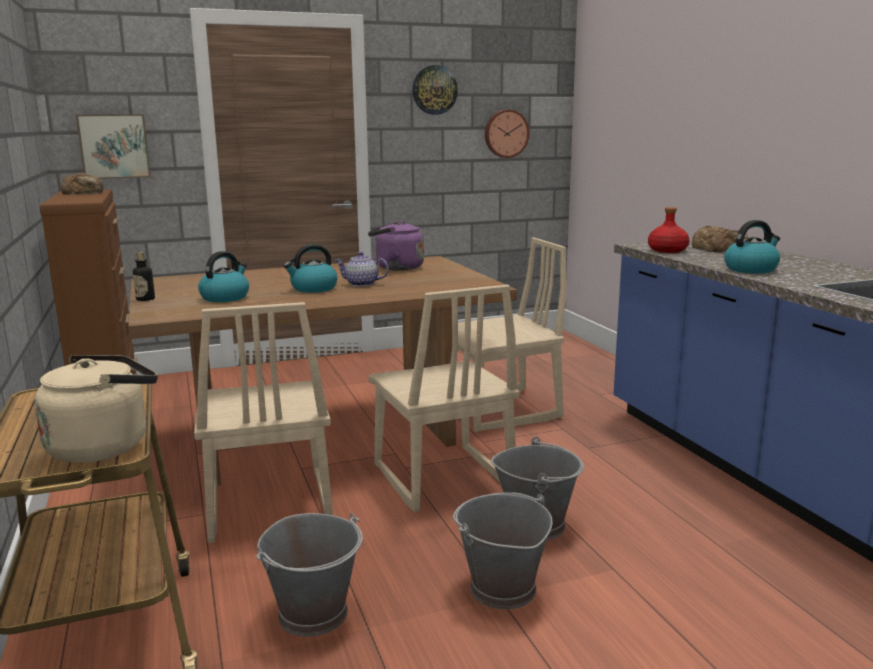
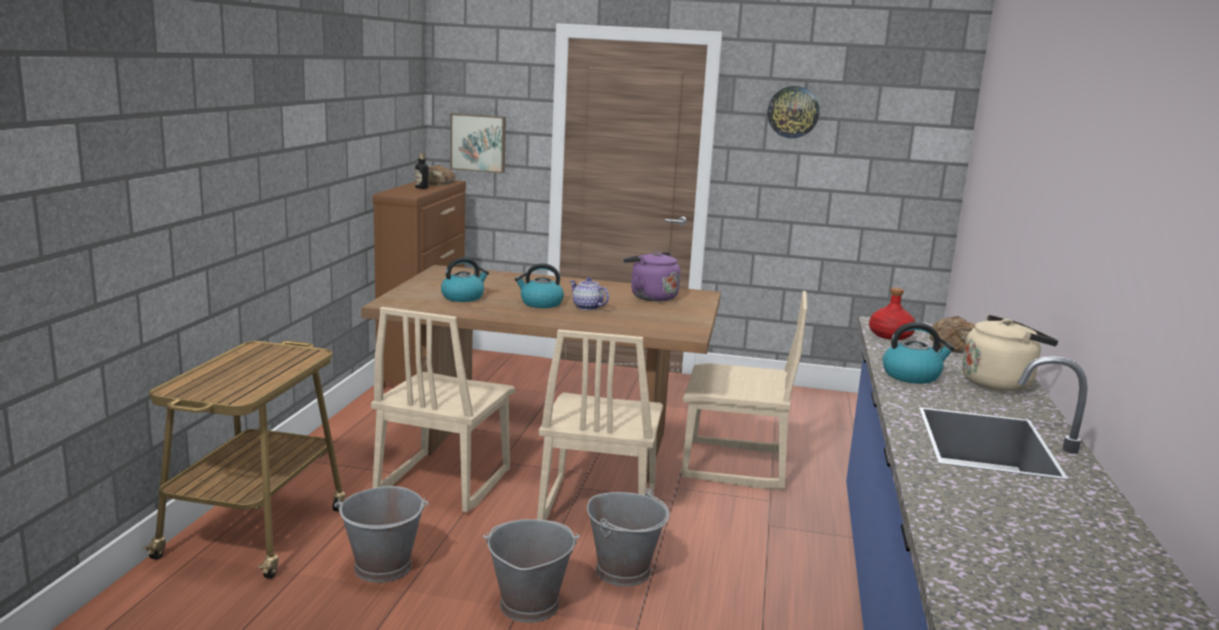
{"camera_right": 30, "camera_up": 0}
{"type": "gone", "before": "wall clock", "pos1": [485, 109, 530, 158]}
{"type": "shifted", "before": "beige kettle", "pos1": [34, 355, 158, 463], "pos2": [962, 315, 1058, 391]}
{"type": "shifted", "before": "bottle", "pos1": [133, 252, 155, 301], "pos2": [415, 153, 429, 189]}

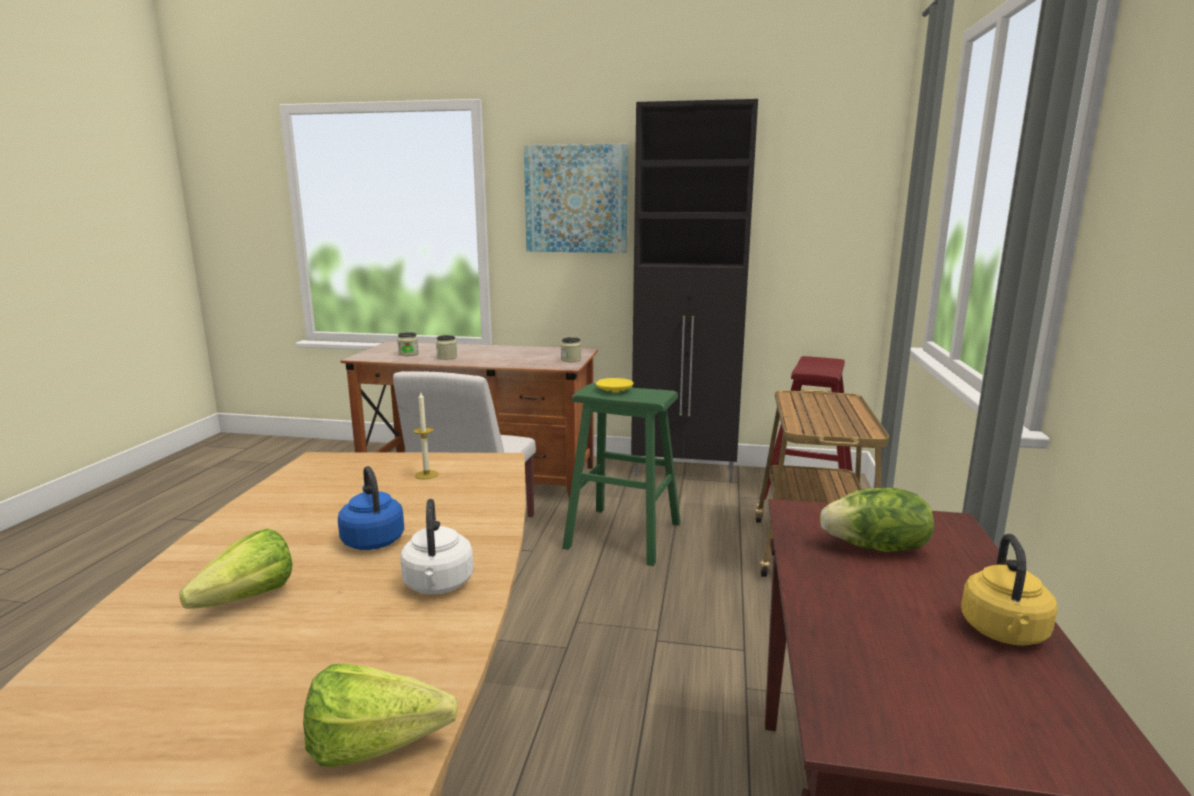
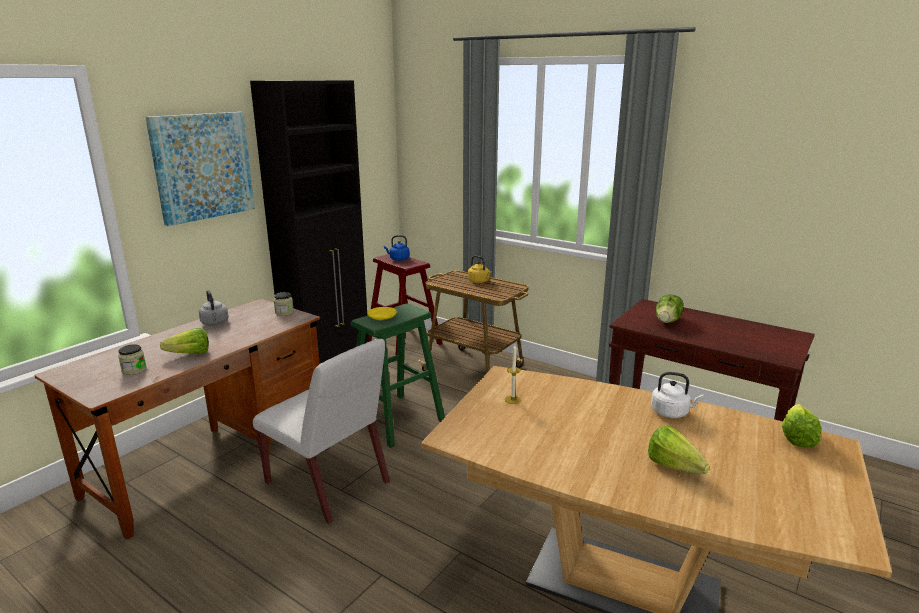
{"camera_right": -65, "camera_up": 5}
{"type": "new", "after": "grey kettle", "pos2": [199, 290, 229, 325]}
{"type": "shifted", "before": "blue kettle", "pos1": [338, 466, 404, 550], "pos2": [384, 235, 410, 261]}
{"type": "shifted", "before": "yellow kettle", "pos1": [961, 533, 1058, 646], "pos2": [468, 255, 492, 283]}
{"type": "swapped", "before": "jar", "after": "lettuce", "pos1": [436, 335, 457, 360], "pos2": [160, 328, 209, 354]}

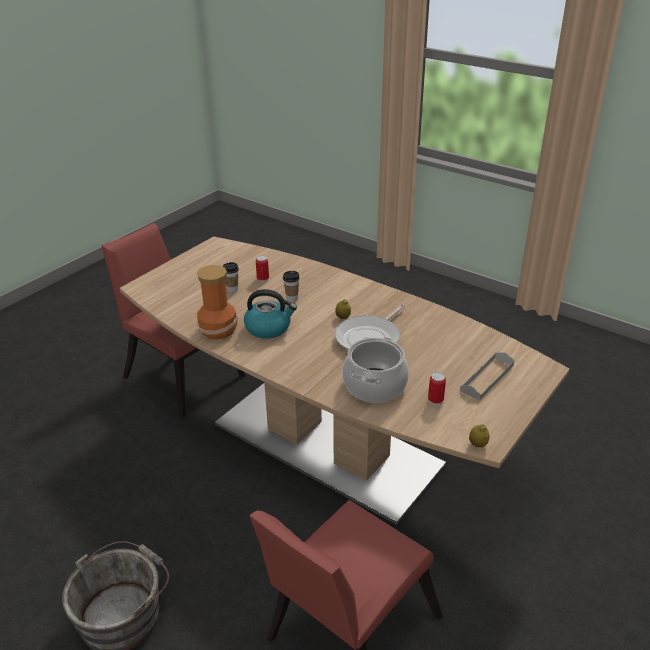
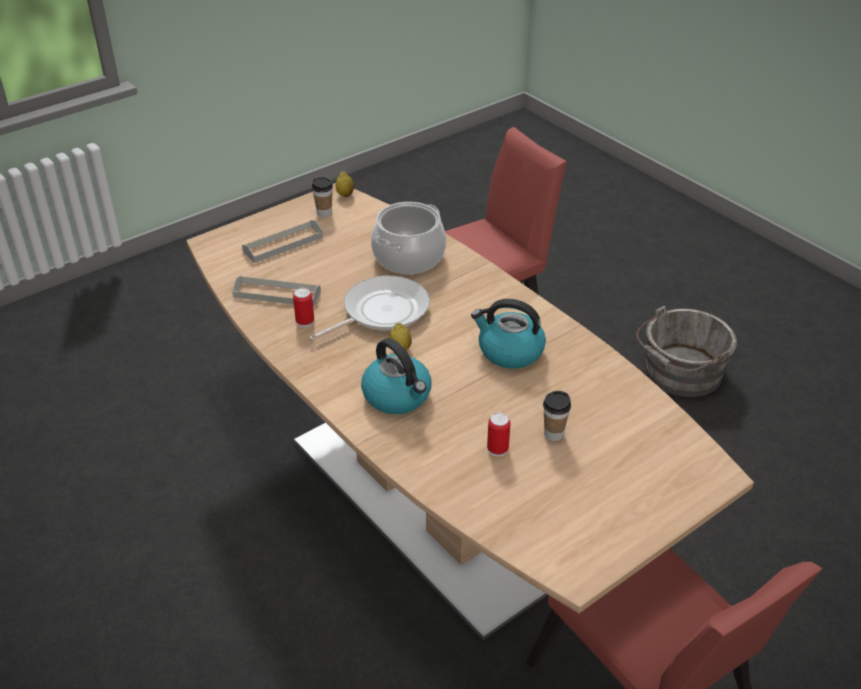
{"camera_right": -165, "camera_up": 5}
{"type": "gone", "before": "vase", "pos1": [197, 265, 238, 339]}
{"type": "new", "after": "grey tray", "pos2": [232, 275, 321, 307]}
{"type": "new", "after": "kettle", "pos2": [361, 338, 431, 414]}
{"type": "shifted", "before": "cup", "pos1": [283, 271, 300, 302], "pos2": [312, 177, 333, 217]}
{"type": "shifted", "before": "can", "pos1": [428, 372, 446, 405], "pos2": [293, 288, 314, 327]}

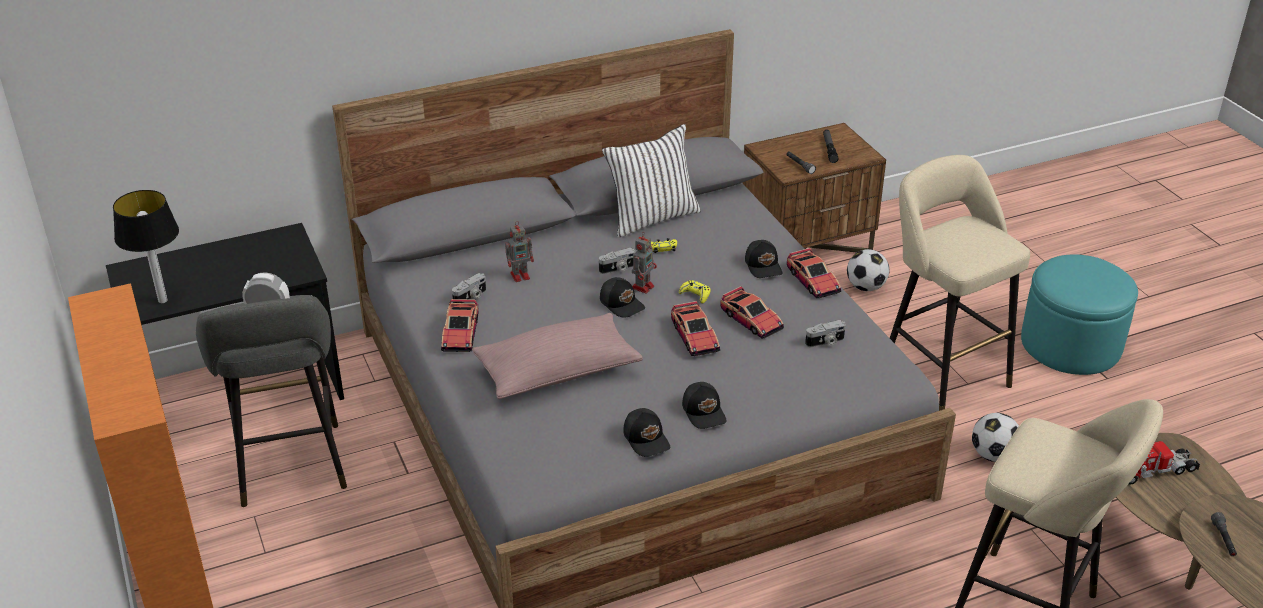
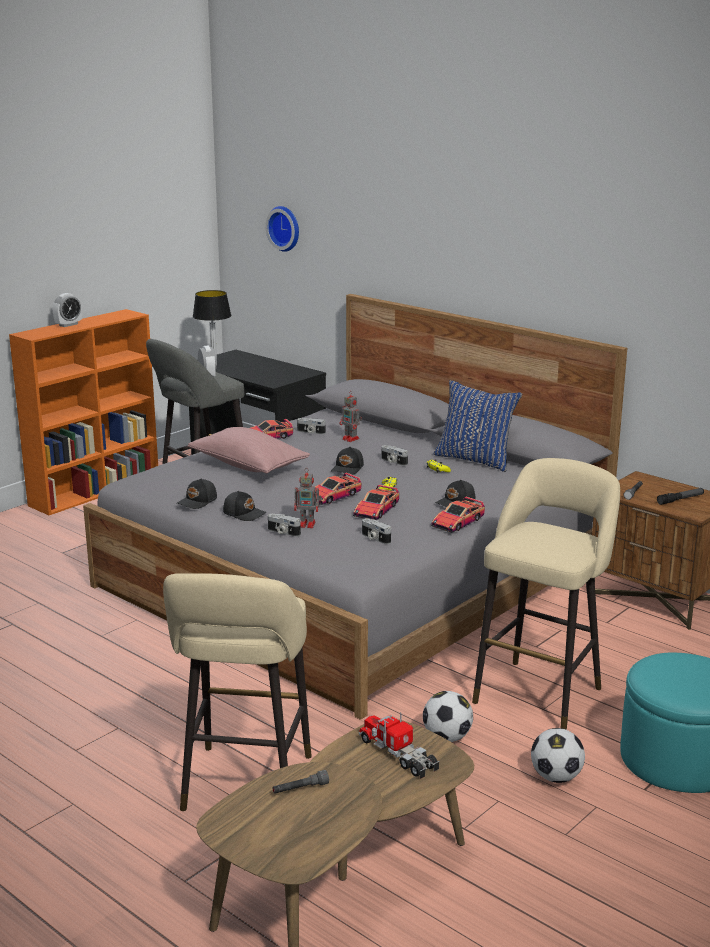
{"camera_right": 65, "camera_up": -15}
{"type": "new", "after": "alarm clock", "pos2": [53, 293, 82, 327]}
{"type": "new", "after": "wall clock", "pos2": [265, 206, 299, 252]}
{"type": "new", "after": "photo camera", "pos2": [268, 514, 301, 537]}
{"type": "shifted", "before": "toy robot", "pos1": [632, 233, 657, 294], "pos2": [294, 468, 322, 528]}
{"type": "shifted", "before": "football", "pos1": [847, 249, 890, 291], "pos2": [531, 728, 585, 783]}
{"type": "repainted", "before": "white pillow", "after": "blue pillow", "pos1": [602, 124, 701, 237], "pos2": [434, 380, 522, 472]}
{"type": "rotated", "before": "black cap", "pos1": [682, 382, 727, 429], "pos2": [223, 491, 267, 521], "turn": -105}

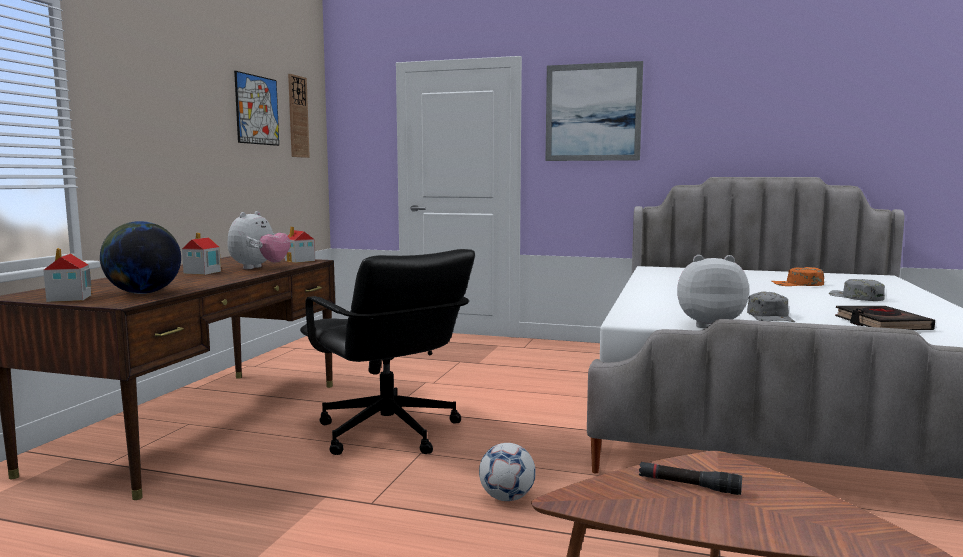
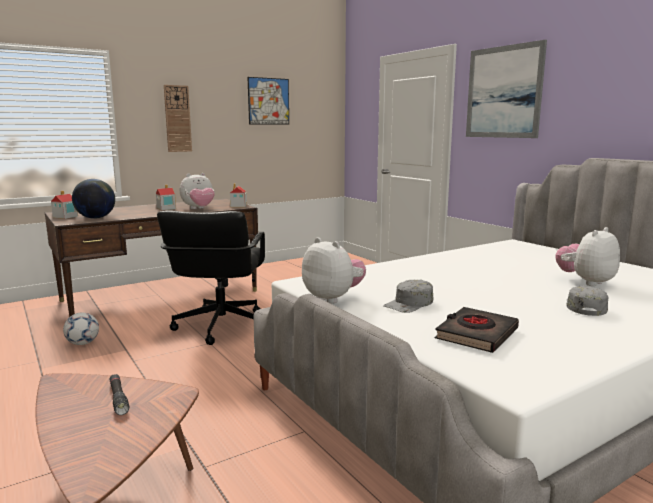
{"camera_right": 40, "camera_up": 5}
{"type": "shifted", "before": "wall clock", "pos1": [288, 74, 310, 158], "pos2": [164, 85, 192, 152]}
{"type": "shifted", "before": "football", "pos1": [479, 443, 536, 501], "pos2": [63, 313, 99, 345]}
{"type": "swapped", "before": "orange cap", "after": "plush toy", "pos1": [772, 267, 824, 286], "pos2": [556, 227, 620, 286]}

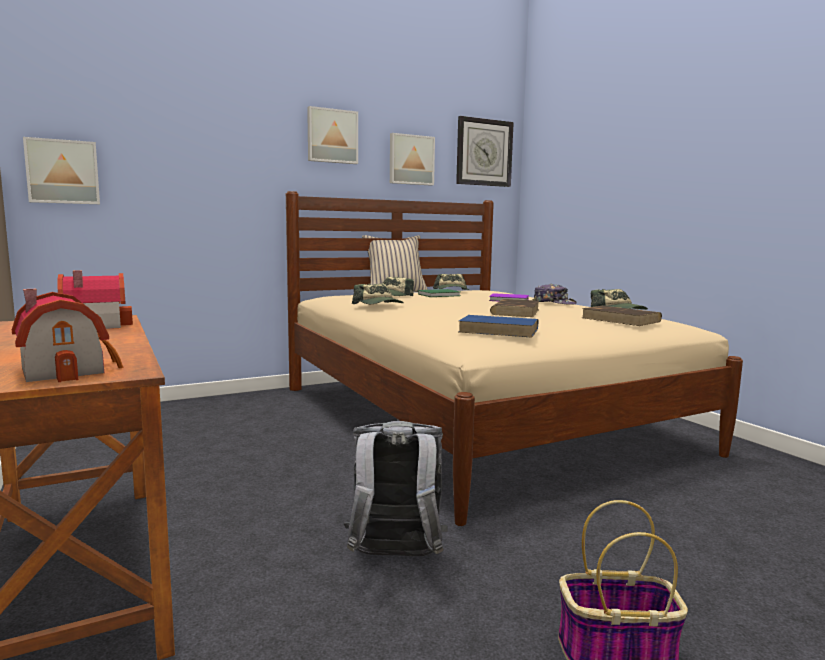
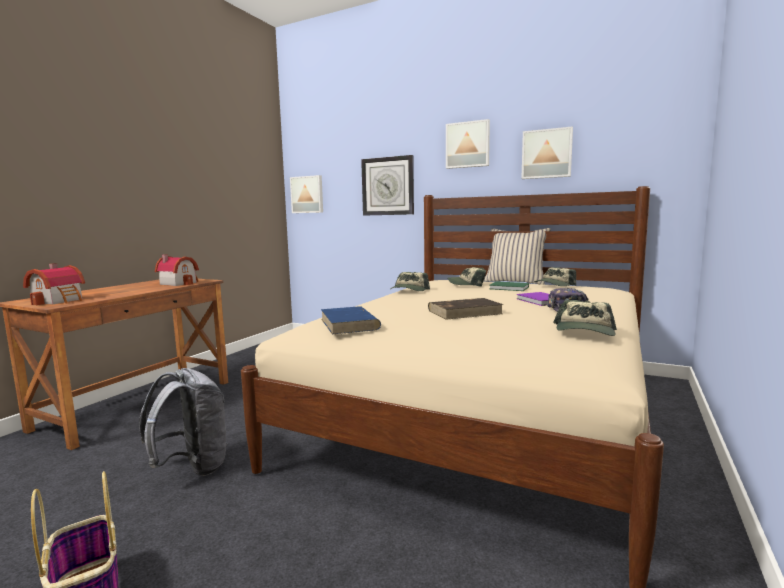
{"camera_right": 55, "camera_up": 0}
{"type": "gone", "before": "brown book", "pos1": [582, 306, 662, 326]}
{"type": "shifted", "before": "wall clock", "pos1": [456, 116, 514, 187], "pos2": [361, 155, 414, 216]}

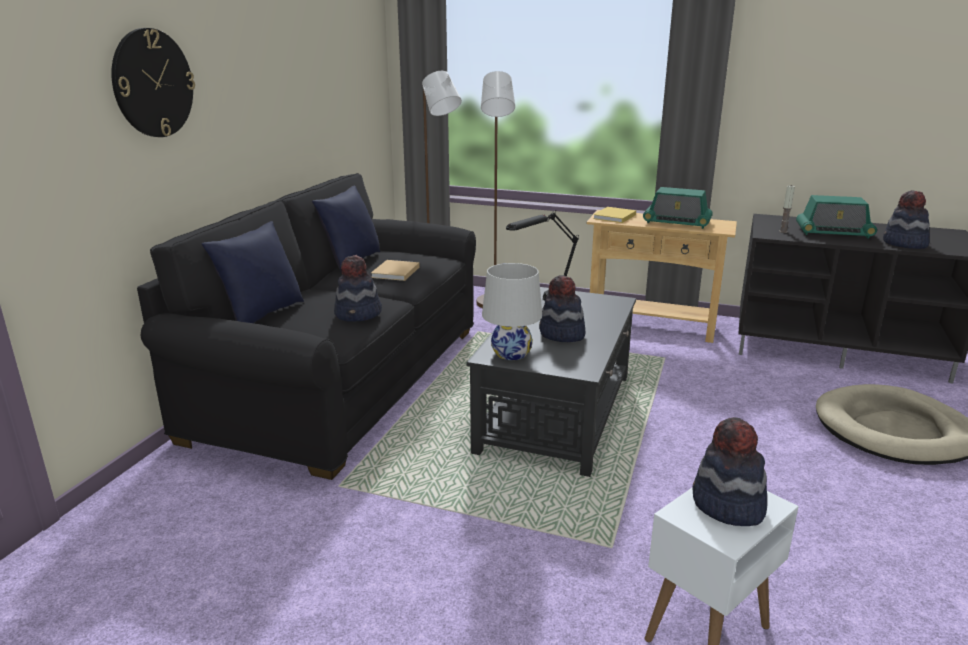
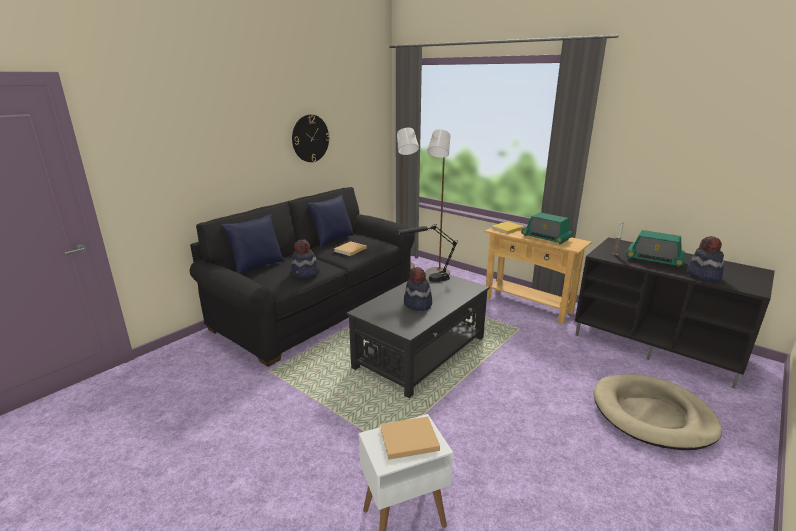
{"camera_right": 20, "camera_up": 0}
{"type": "gone", "before": "white table lamp", "pos1": [482, 263, 542, 360]}
{"type": "shifted", "before": "wall clock", "pos1": [111, 28, 195, 137], "pos2": [292, 115, 330, 162]}
{"type": "swapped", "before": "hat", "after": "beige book", "pos1": [693, 417, 767, 526], "pos2": [380, 416, 440, 460]}

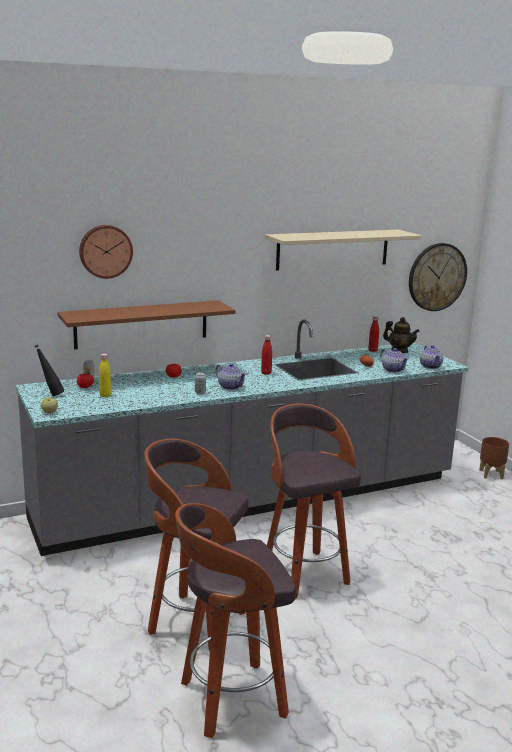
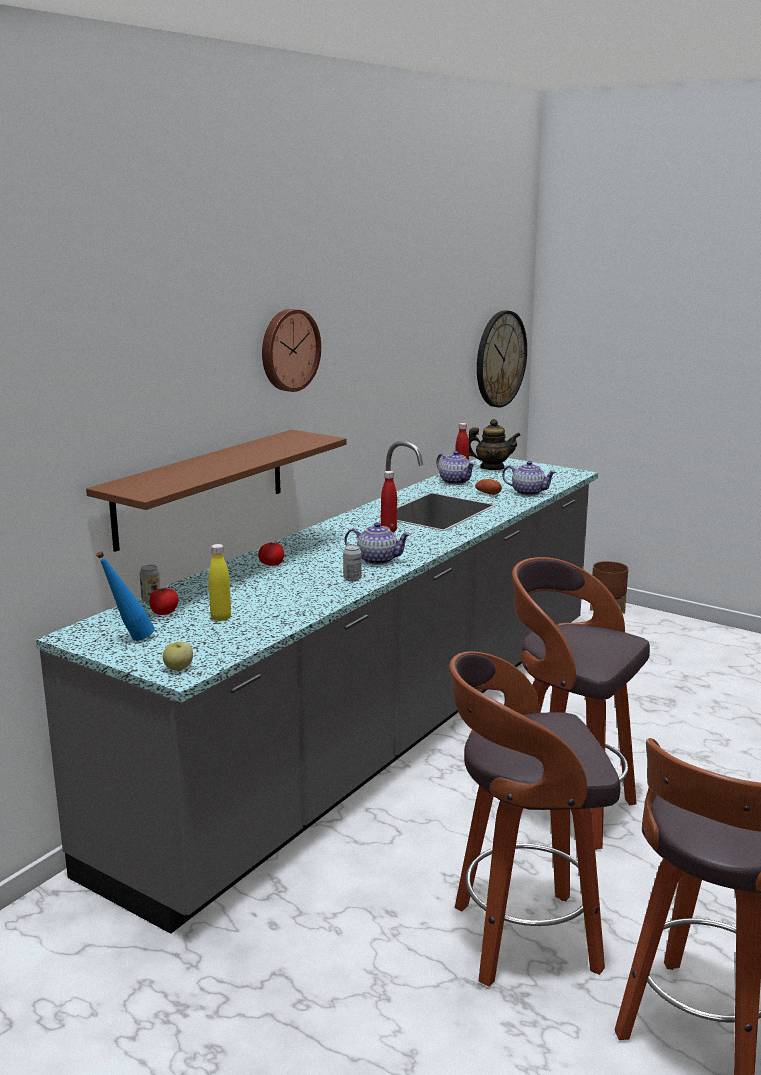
{"camera_right": -30, "camera_up": 0}
{"type": "gone", "before": "beige shelf", "pos1": [265, 230, 422, 271]}
{"type": "shifted", "before": "wall clock", "pos1": [79, 225, 133, 279], "pos2": [262, 309, 321, 392]}
{"type": "shifted", "before": "teapot", "pos1": [420, 345, 443, 369], "pos2": [436, 451, 475, 485]}
{"type": "repainted", "before": "black bottle", "after": "blue bottle", "pos1": [35, 344, 64, 396], "pos2": [96, 551, 155, 641]}

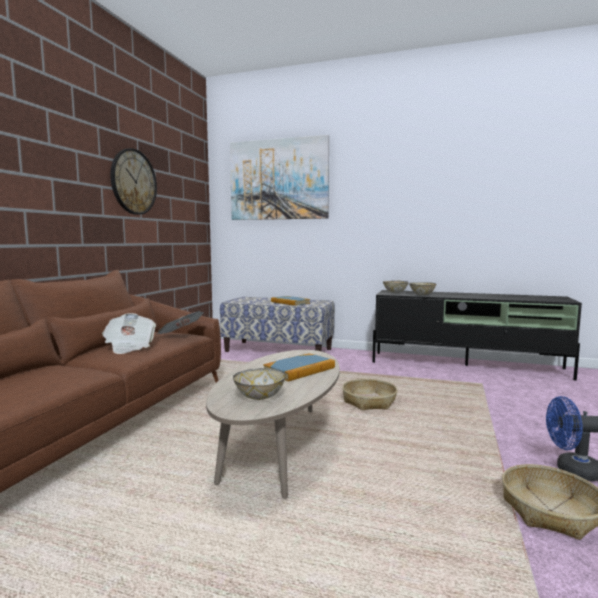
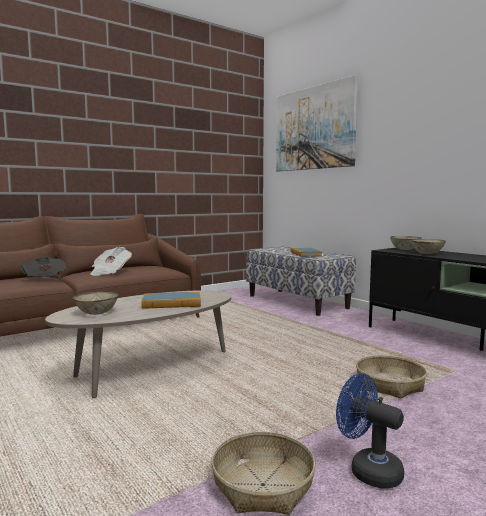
{"camera_right": 35, "camera_up": 0}
{"type": "gone", "before": "wall clock", "pos1": [110, 148, 157, 215]}
{"type": "shifted", "before": "newspaper", "pos1": [156, 311, 204, 334], "pos2": [19, 257, 68, 277]}
{"type": "shifted", "before": "basket", "pos1": [342, 379, 397, 410], "pos2": [356, 355, 427, 399]}

